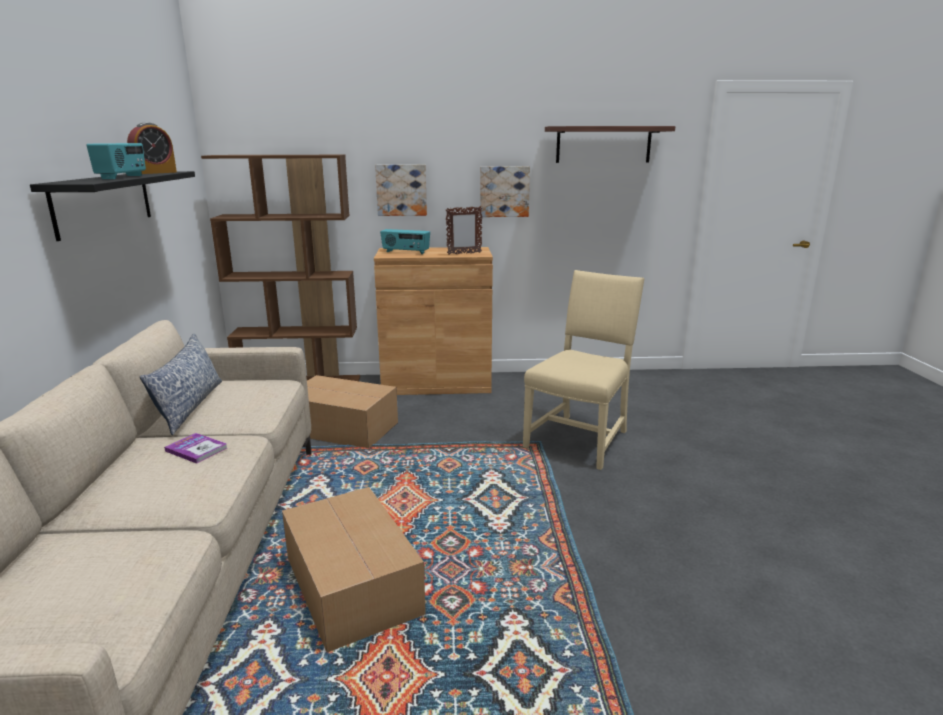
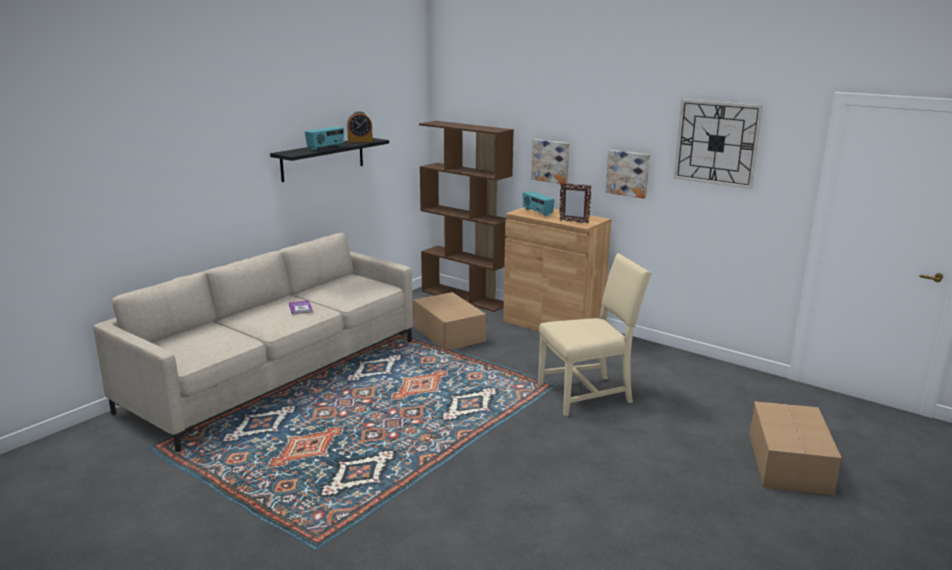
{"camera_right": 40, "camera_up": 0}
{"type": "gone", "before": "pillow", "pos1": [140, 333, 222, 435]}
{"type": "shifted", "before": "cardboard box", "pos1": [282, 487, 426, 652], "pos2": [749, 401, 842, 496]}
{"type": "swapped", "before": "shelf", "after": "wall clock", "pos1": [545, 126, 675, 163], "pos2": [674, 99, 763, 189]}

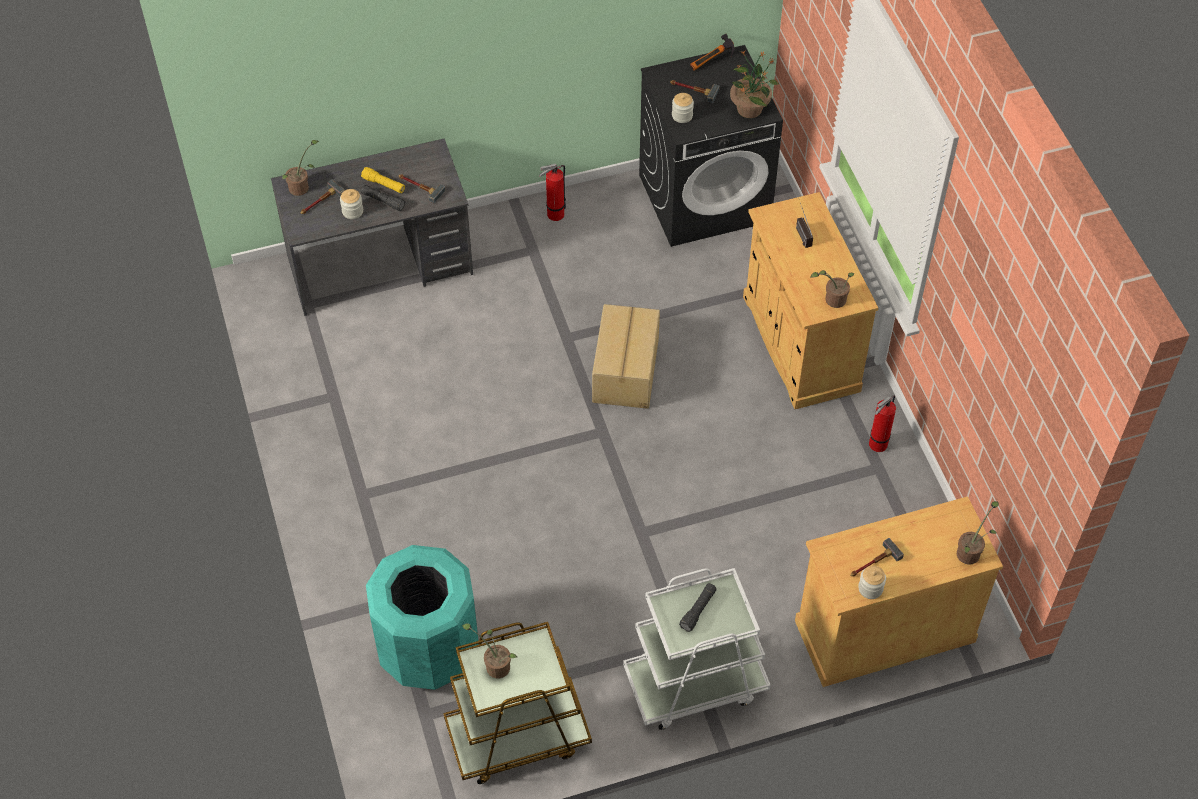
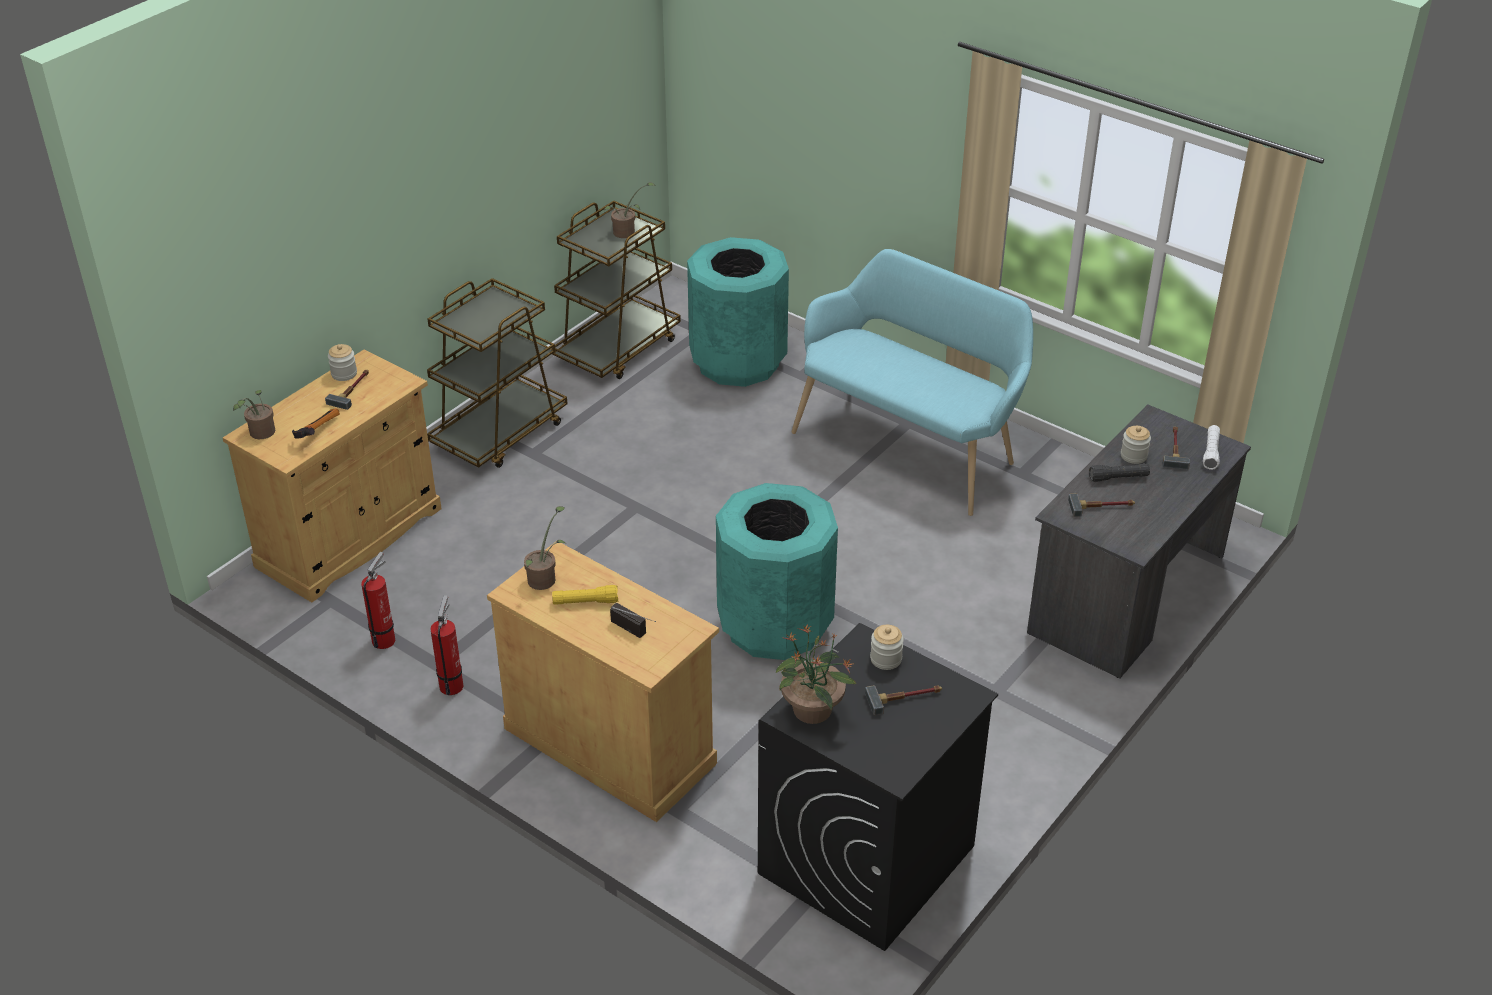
{"camera_right": 145, "camera_up": -15}
{"type": "gone", "before": "black flashlight", "pos1": [679, 583, 716, 632]}
{"type": "new", "after": "turquoise bench", "pos2": [791, 249, 1033, 516]}
{"type": "shifted", "before": "yellow flashlight", "pos1": [361, 167, 405, 193], "pos2": [552, 585, 618, 605]}
{"type": "shifted", "before": "fire extinguisher", "pos1": [539, 164, 566, 221], "pos2": [361, 552, 395, 649]}
{"type": "shifted", "before": "hammer", "pos1": [690, 34, 734, 71], "pos2": [292, 408, 340, 439]}
{"type": "swapped", "before": "potted plant", "after": "white flashlight", "pos1": [282, 140, 319, 196], "pos2": [1203, 425, 1220, 470]}
{"type": "swapped", "before": "cardboard box", "after": "turquoise trash can", "pos1": [592, 304, 660, 409], "pos2": [716, 483, 838, 660]}
{"type": "repainted", "before": "white cart", "after": "brown cart", "pos1": [623, 568, 771, 730], "pos2": [427, 278, 567, 468]}

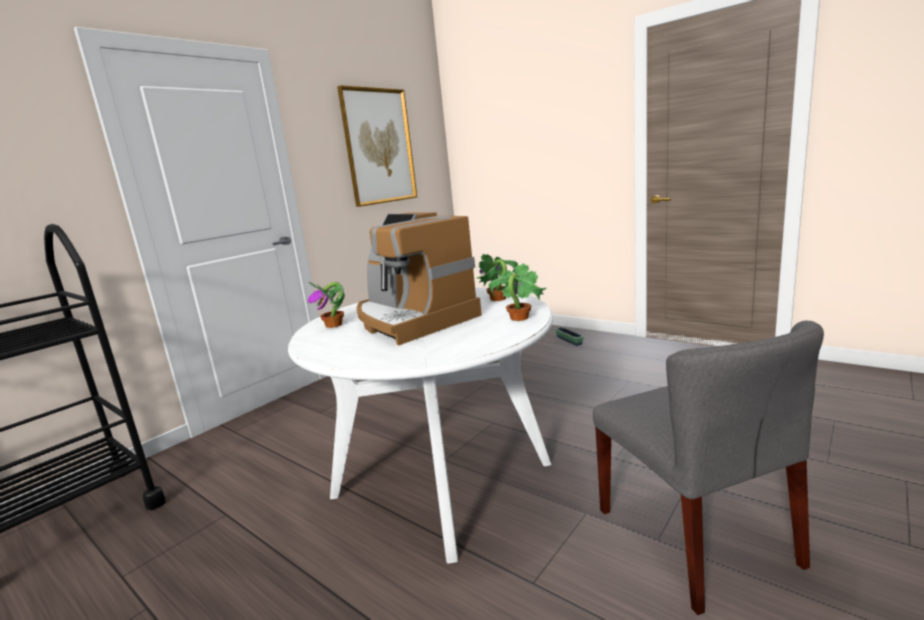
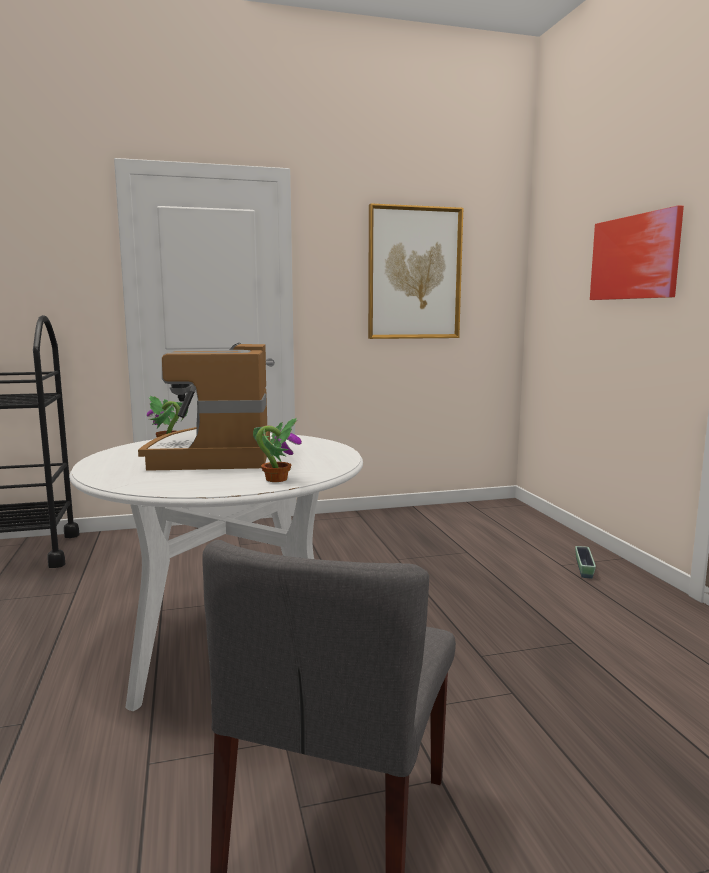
{"camera_right": 35, "camera_up": -5}
{"type": "gone", "before": "potted plant", "pos1": [476, 254, 518, 301]}
{"type": "new", "after": "picture", "pos2": [590, 205, 684, 300]}

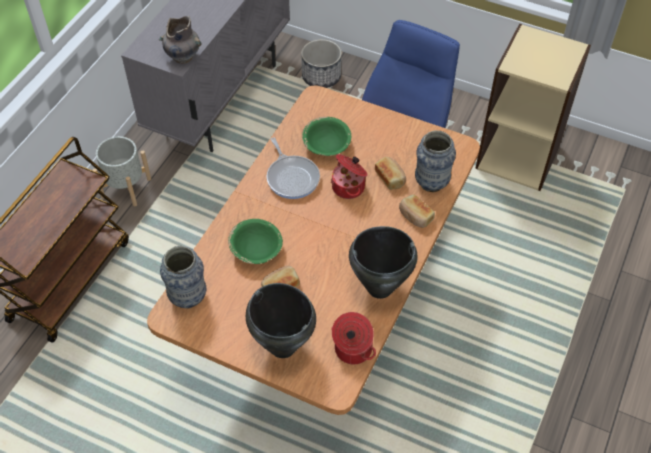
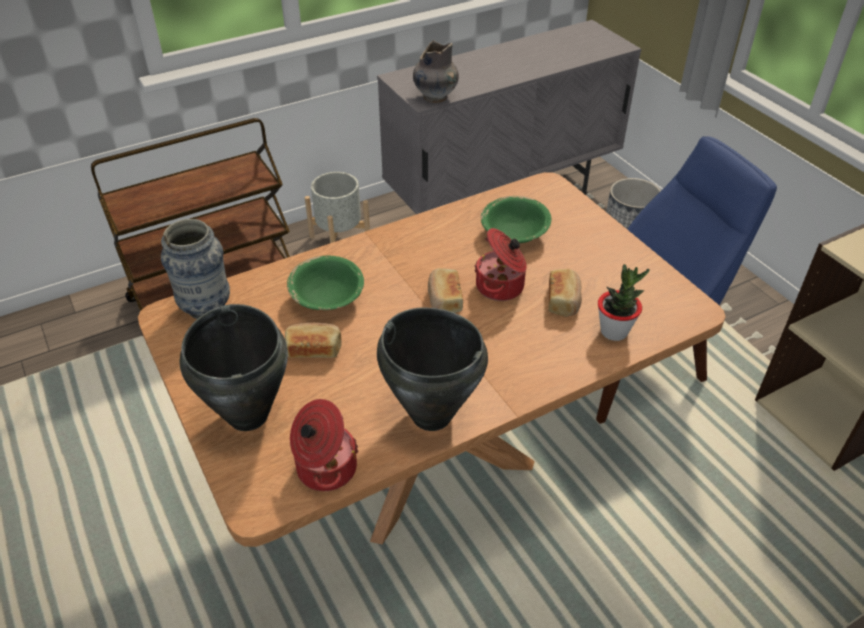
{"camera_right": 35, "camera_up": -10}
{"type": "gone", "before": "frying pan", "pos1": [267, 138, 320, 199]}
{"type": "shifted", "before": "bread", "pos1": [399, 194, 435, 228], "pos2": [428, 268, 463, 313]}
{"type": "swapped", "before": "vase", "after": "potted plant", "pos1": [415, 130, 456, 192], "pos2": [598, 264, 650, 341]}

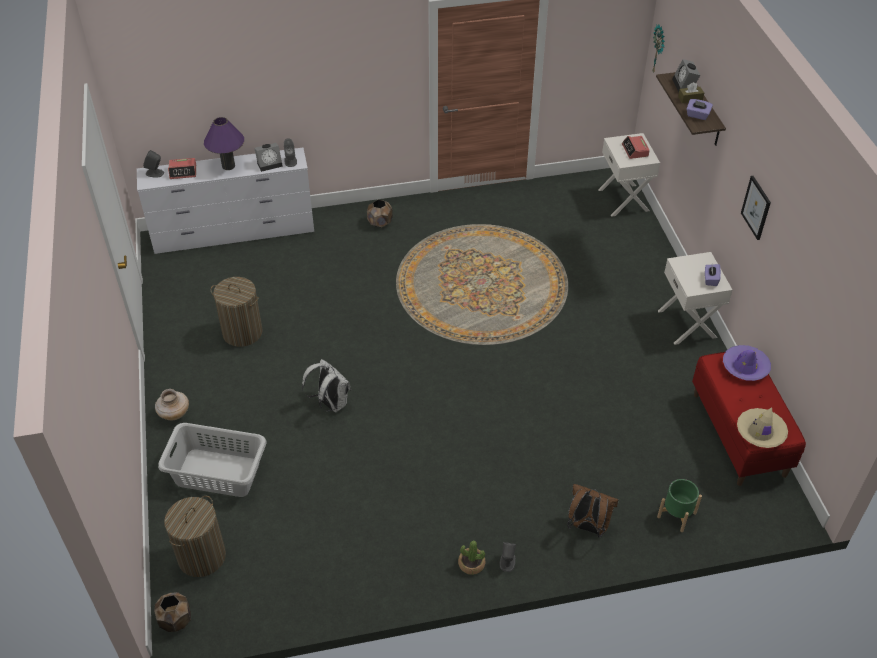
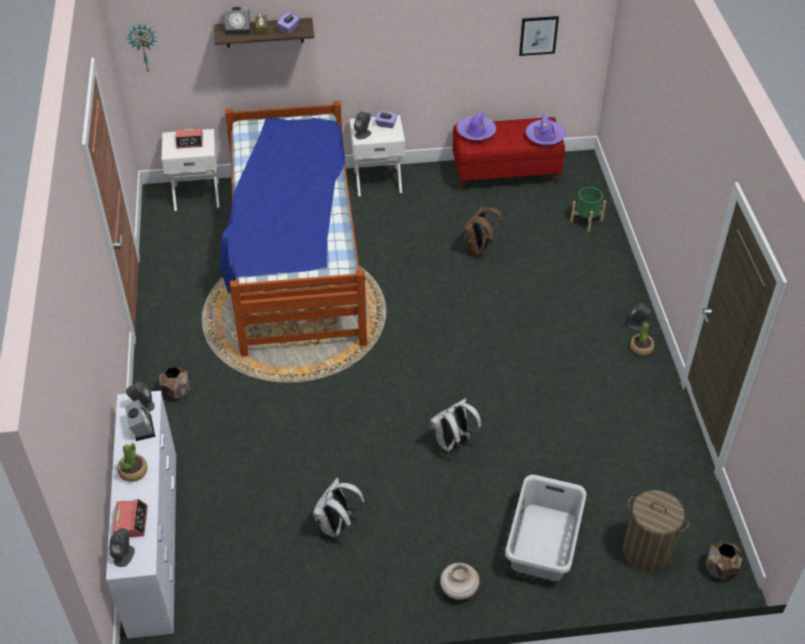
{"camera_right": -85, "camera_up": 0}
{"type": "new", "after": "bed", "pos2": [220, 101, 367, 357]}
{"type": "new", "after": "grey speaker", "pos2": [354, 112, 371, 140]}
{"type": "shifted", "before": "brown backpack", "pos1": [567, 484, 619, 538], "pos2": [464, 206, 504, 255]}
{"type": "shifted", "before": "picture", "pos1": [741, 176, 771, 240], "pos2": [519, 16, 559, 56]}
{"type": "swapped", "before": "purple table lamp", "after": "potted plant", "pos1": [204, 117, 244, 170], "pos2": [117, 443, 148, 482]}
{"type": "swapped", "before": "laundry basket", "after": "white backpack", "pos1": [211, 277, 263, 347], "pos2": [313, 477, 366, 538]}
{"type": "repainted", "before": "beige hat", "after": "purple hat", "pos1": [737, 407, 788, 448], "pos2": [526, 114, 566, 146]}

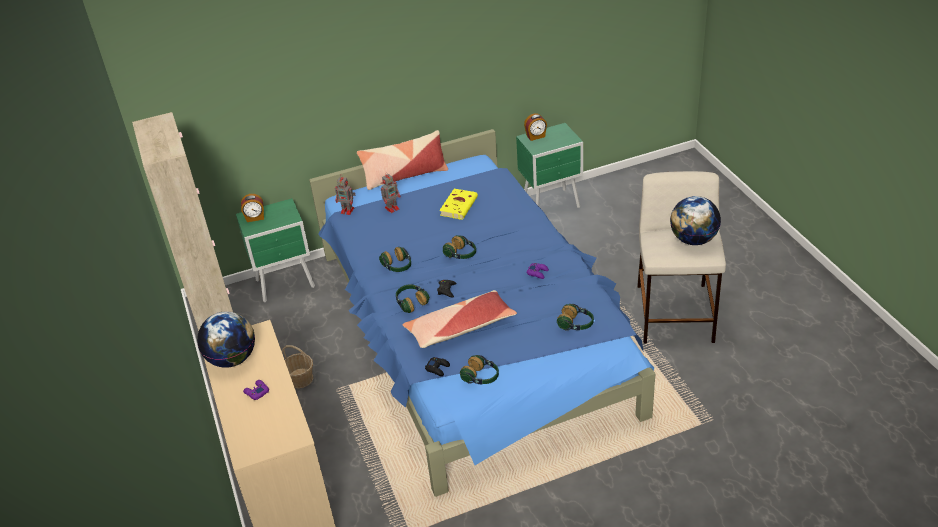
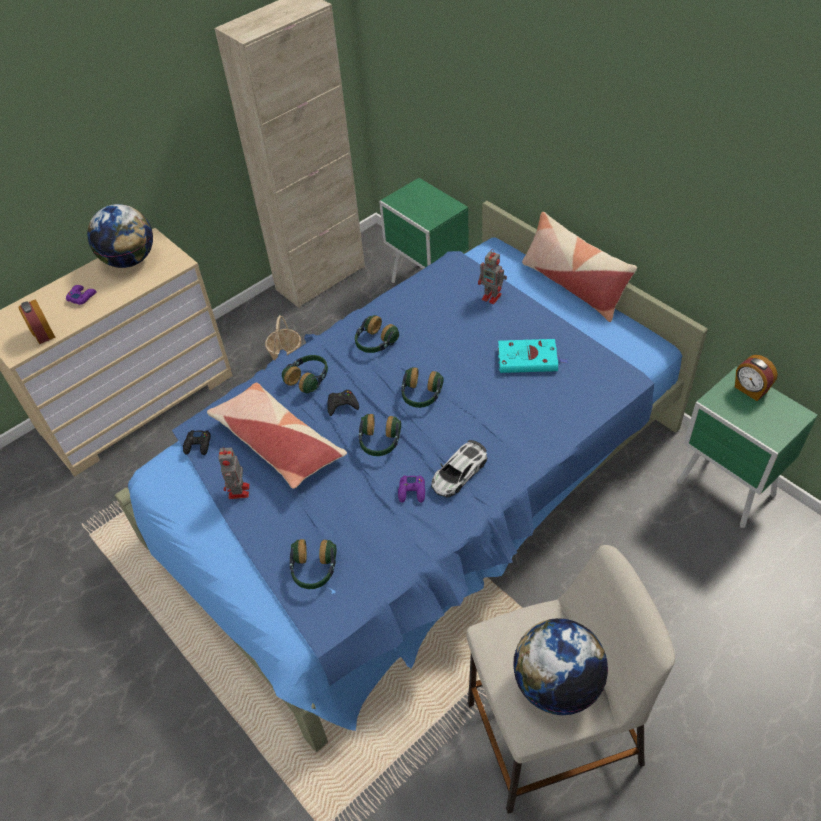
{"camera_right": 70, "camera_up": 10}
{"type": "new", "after": "toy car", "pos2": [431, 440, 487, 497]}
{"type": "shifted", "before": "alarm clock", "pos1": [241, 194, 264, 222], "pos2": [19, 299, 56, 344]}
{"type": "shifted", "before": "toy robot", "pos1": [335, 176, 355, 215], "pos2": [218, 447, 250, 499]}
{"type": "shifted", "before": "headphones", "pos1": [460, 355, 499, 384], "pos2": [359, 414, 401, 456]}
{"type": "repainted", "before": "yellow book", "after": "turquoise book", "pos1": [440, 189, 478, 220], "pos2": [498, 339, 568, 373]}

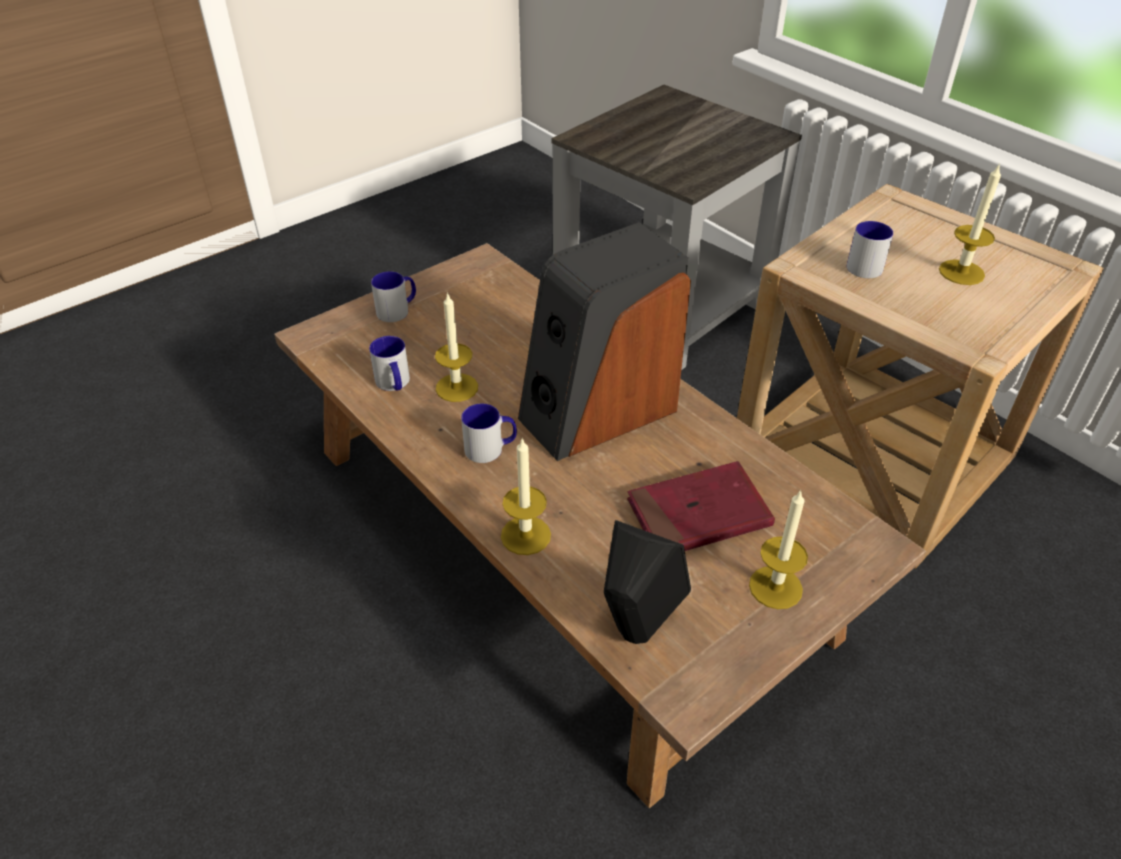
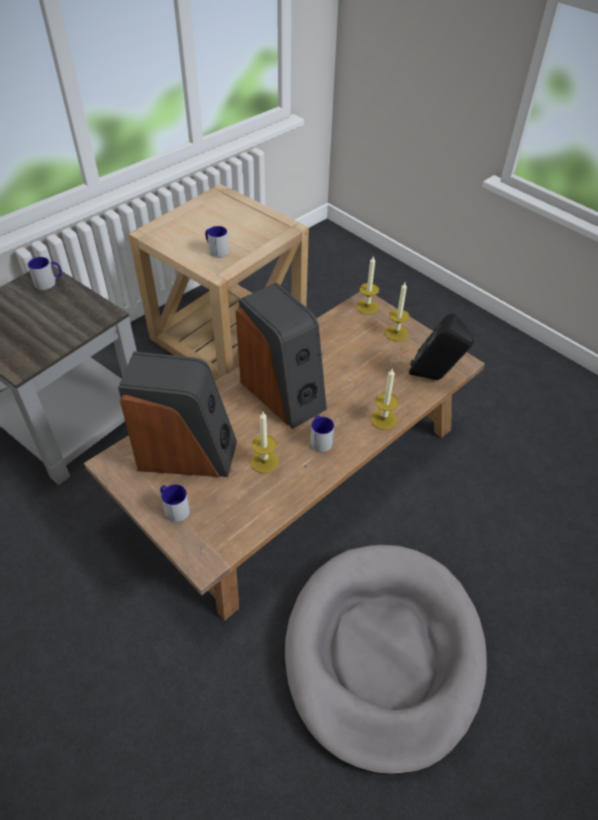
{"camera_right": -95, "camera_up": 5}
{"type": "gone", "before": "red book", "pos1": [627, 461, 775, 551]}
{"type": "new", "after": "speaker", "pos2": [118, 351, 237, 477]}
{"type": "new", "after": "grey dog bed", "pos2": [285, 545, 487, 775]}
{"type": "shifted", "before": "mug", "pos1": [369, 336, 410, 391], "pos2": [27, 257, 62, 290]}
{"type": "shifted", "before": "candle", "pos1": [939, 163, 1001, 285], "pos2": [356, 256, 379, 314]}

